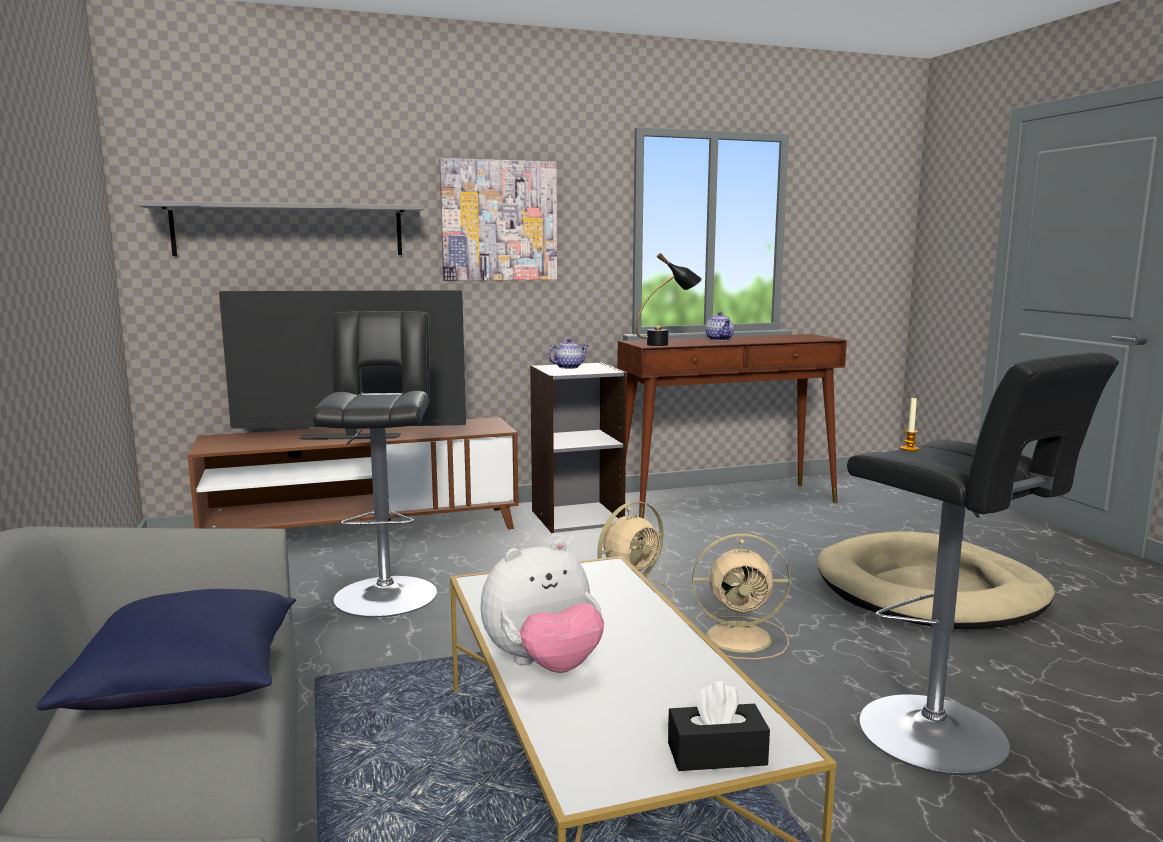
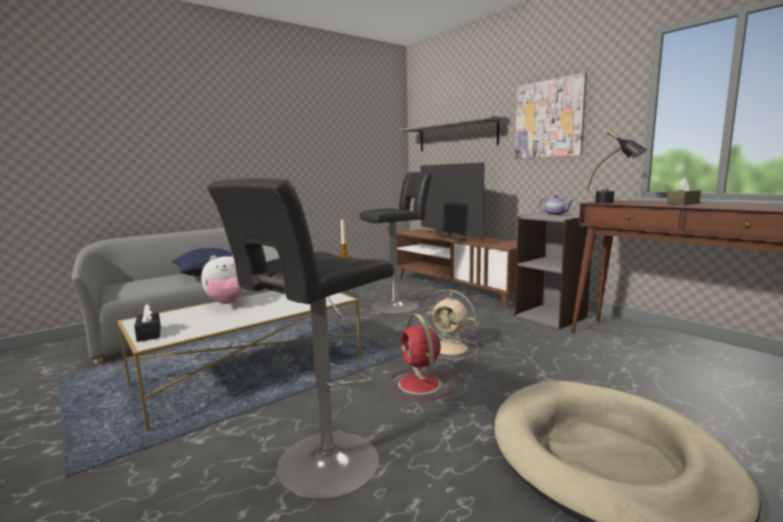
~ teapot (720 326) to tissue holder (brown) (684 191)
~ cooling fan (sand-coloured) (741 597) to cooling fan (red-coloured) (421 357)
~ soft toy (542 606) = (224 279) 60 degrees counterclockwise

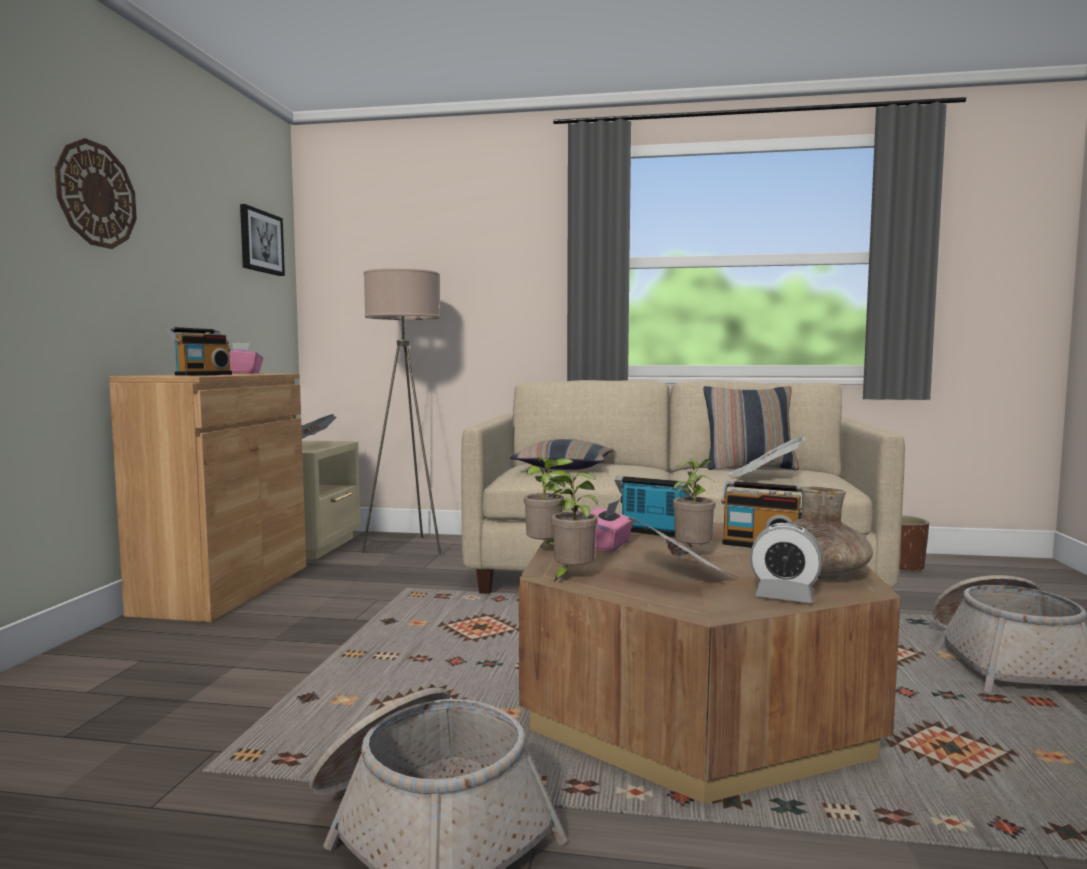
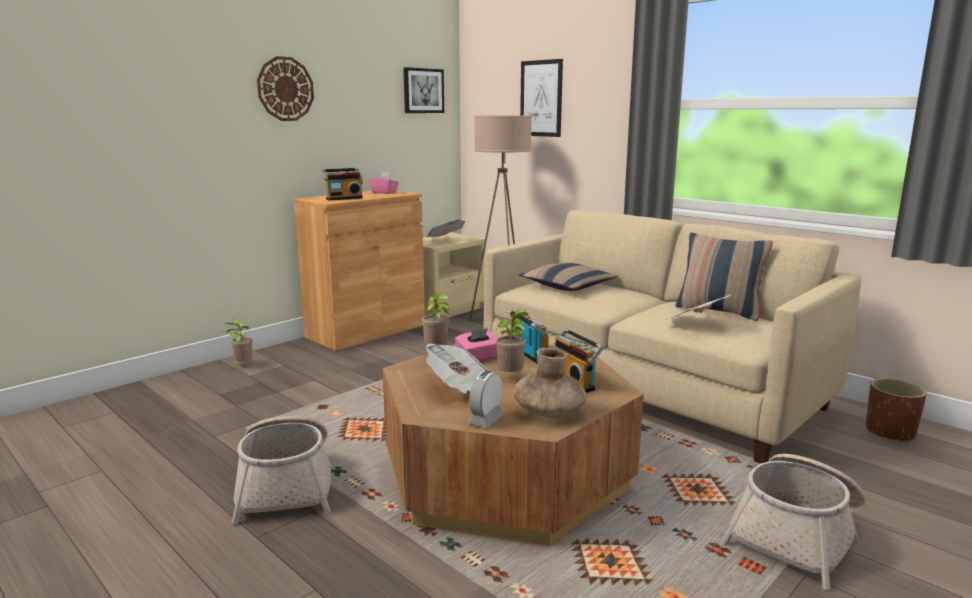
+ wall picture (541 98)
~ potted plant (573 527) to (239 342)
~ table clock (786 563) = (486 399) 60 degrees clockwise

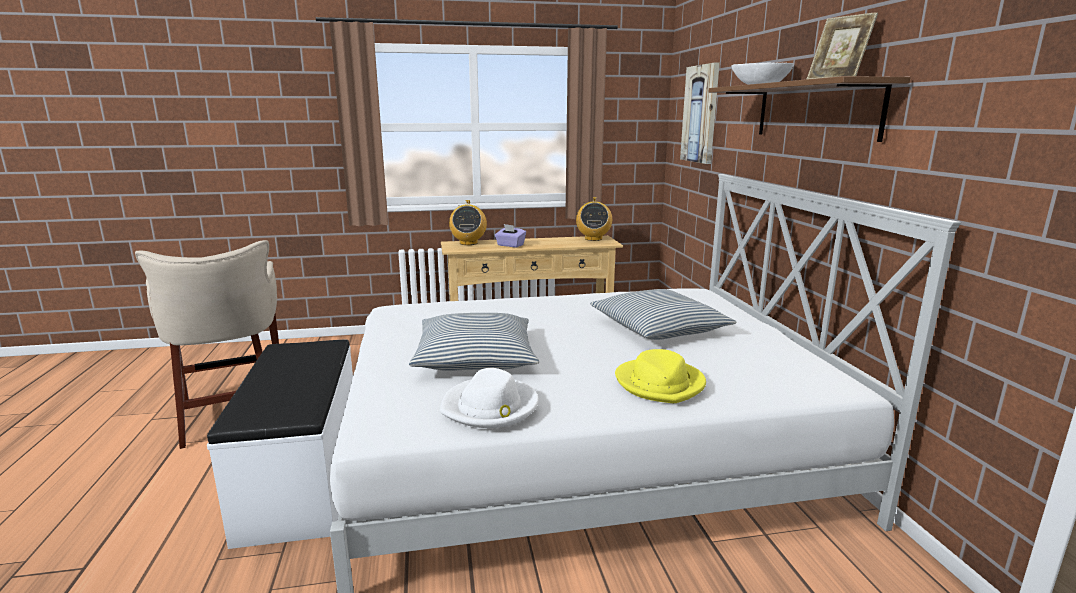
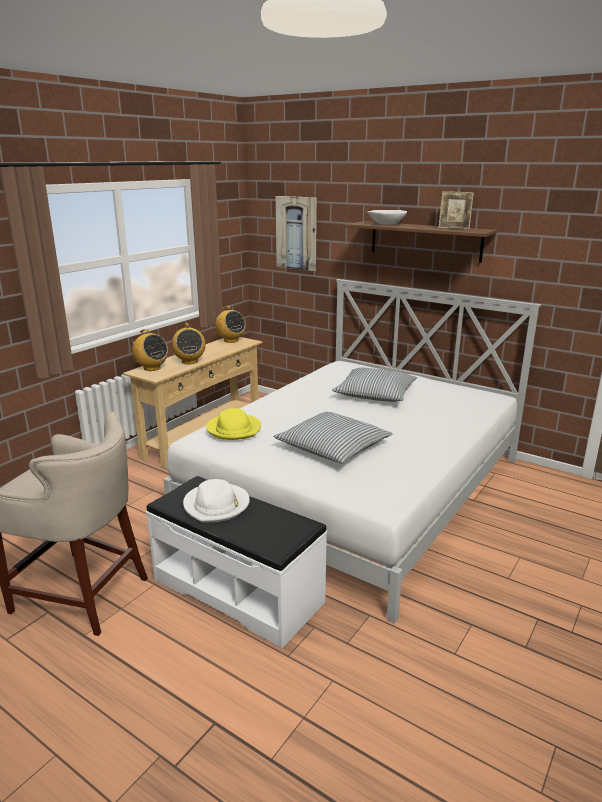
~ wearable hat (white-coloured) (489 398) to (216 501)
~ wearable hat (yellow-coloured) (660 376) to (233 424)
~ tissue holder (purplish) (510 235) to radio set (188 343)

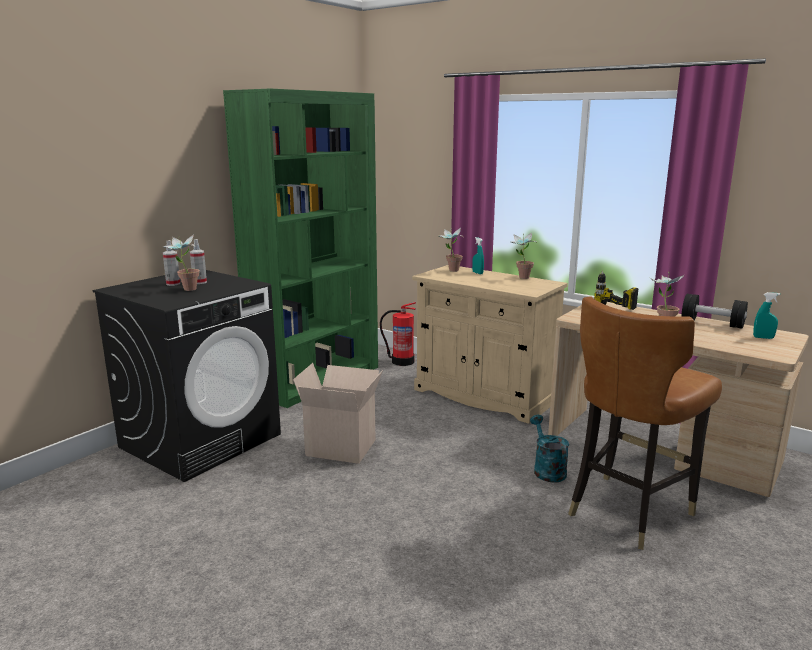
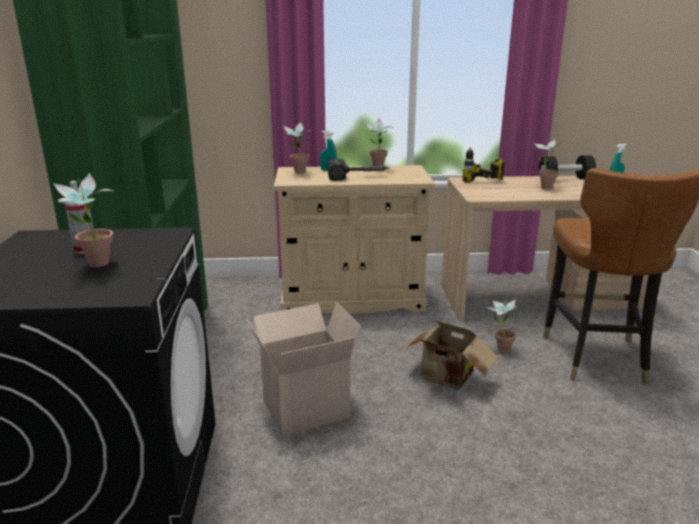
- hand sprayer (171 263)
- extinguisher (398 334)
+ tool hammer (358 170)
+ cardboard box (450 355)
~ watering can (turquoise-coloured) (549 449) to potted plant (501 326)

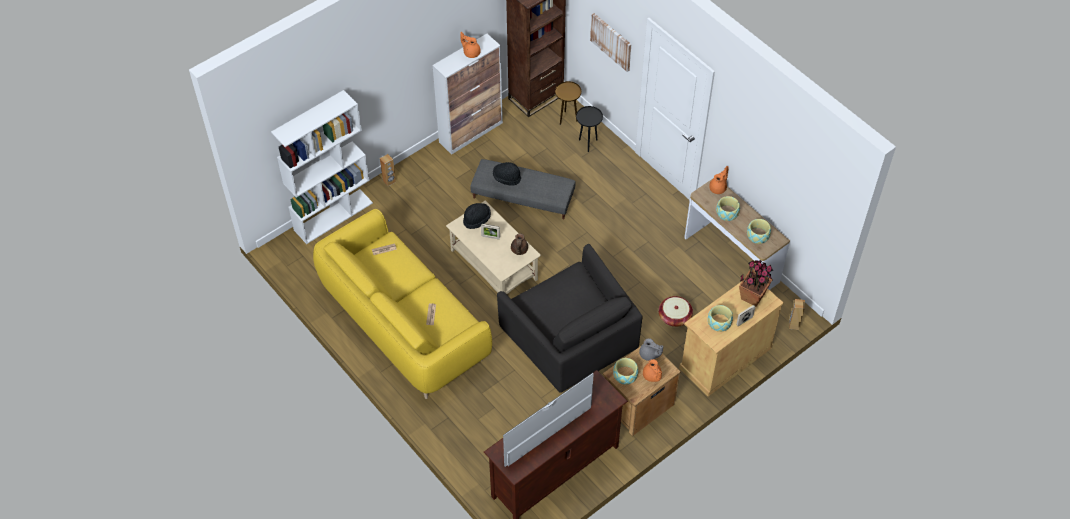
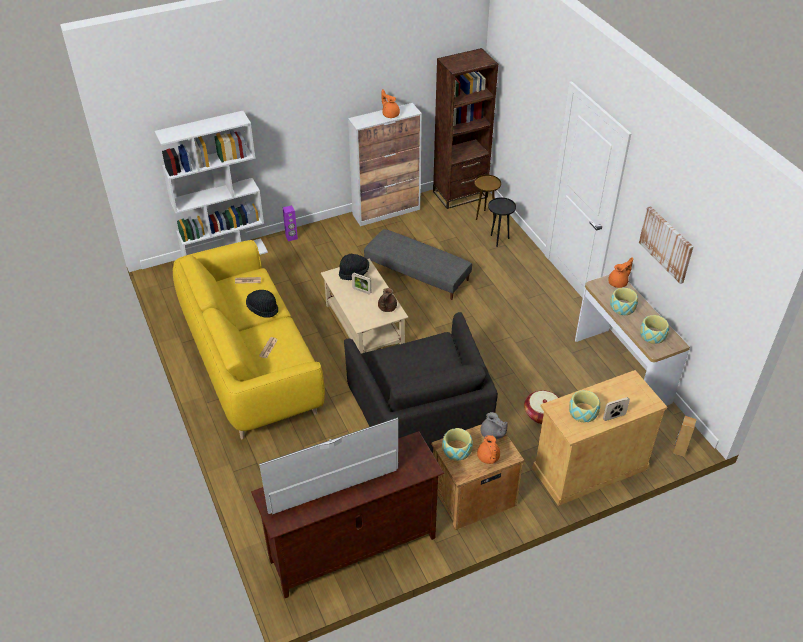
- potted plant (756 283)
~ wearable hat (blackish) (507 174) to (262 304)
~ wall picture (610 42) to (666 245)
~ speaker (brown) (388 170) to speaker (purplish) (290 223)

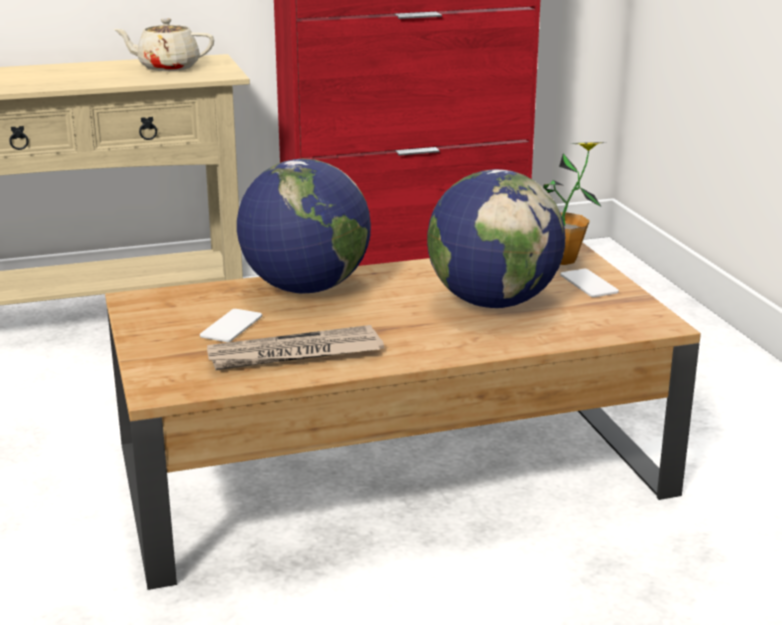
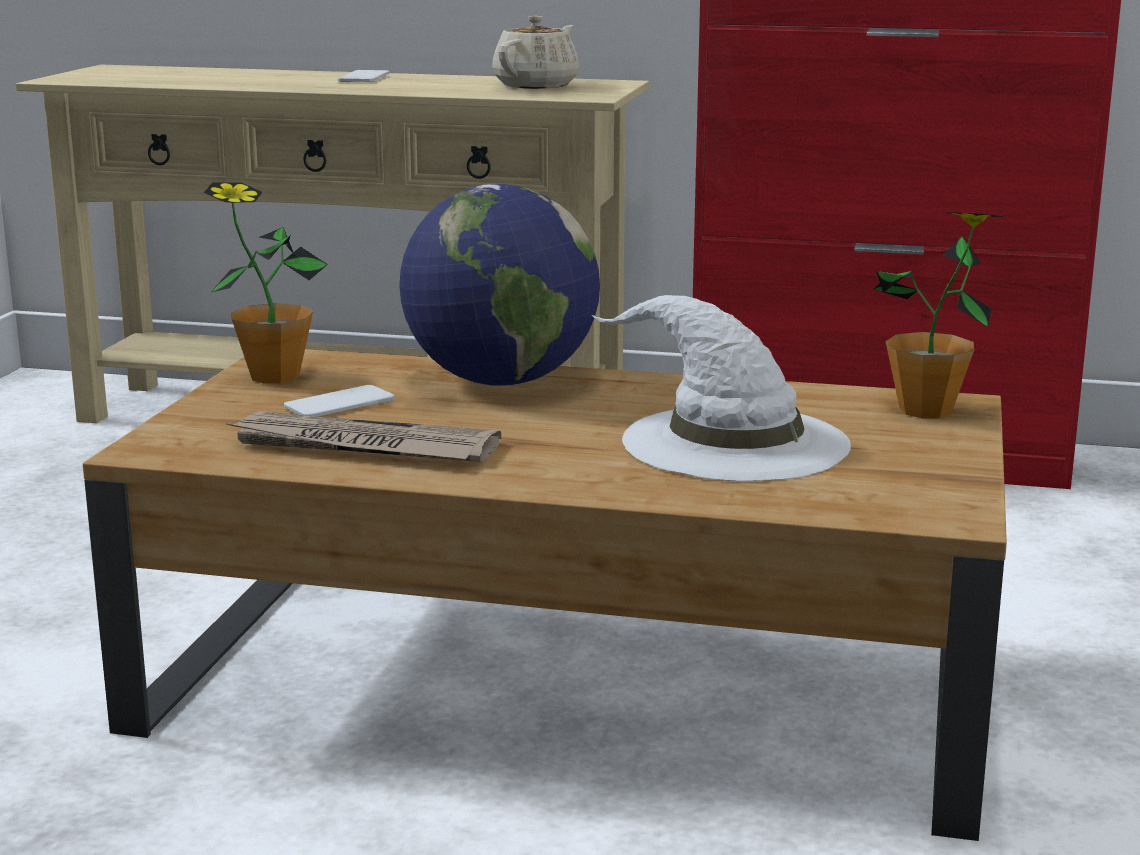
+ potted plant (266 283)
~ handset (589 283) to (363 76)
~ world globe (496 238) to wearable hat (white-coloured) (721 388)
~ teapot (sand-coloured) (163 44) = (535 52) 90 degrees clockwise

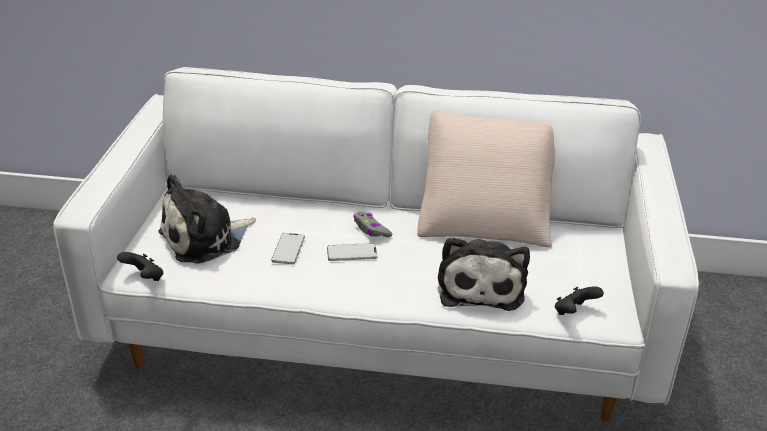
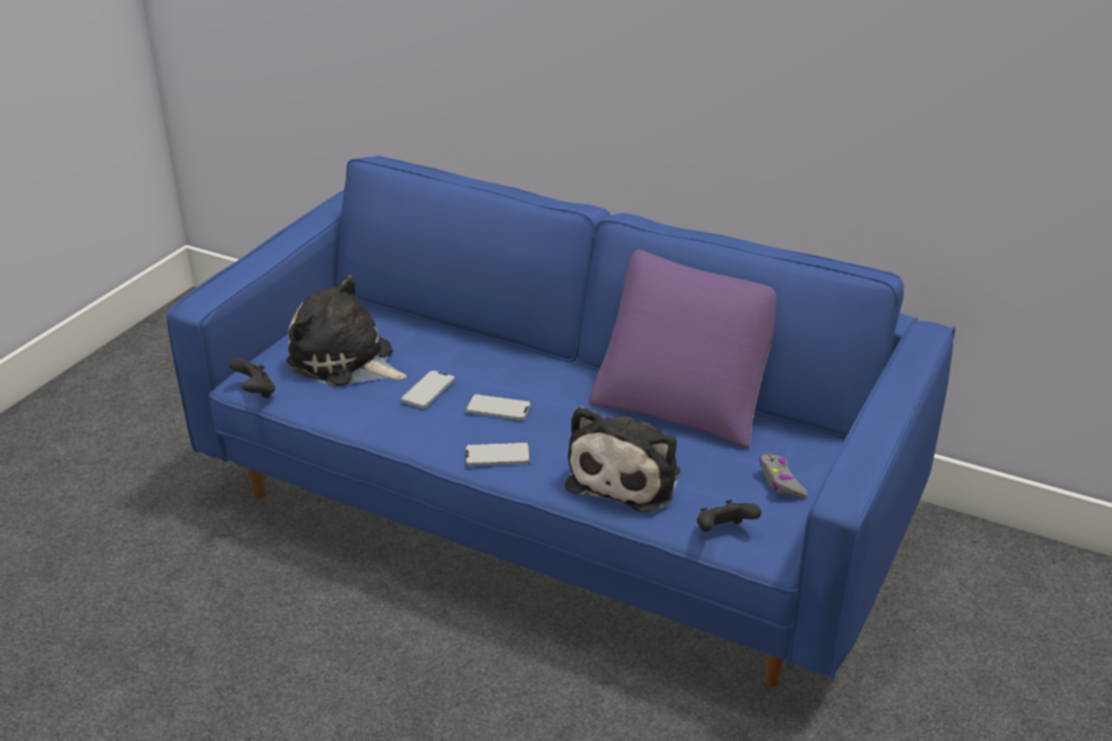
+ handset (498 454)
~ game controller (greyish) (372 224) to (783 476)
~ settee (white-coloured) (376 244) to settee (blue-coloured) (560 421)
~ cushion (sand-coloured) (486 179) to cushion (purplish) (682 349)
~ soft toy (207 219) = (346 330) 45 degrees clockwise

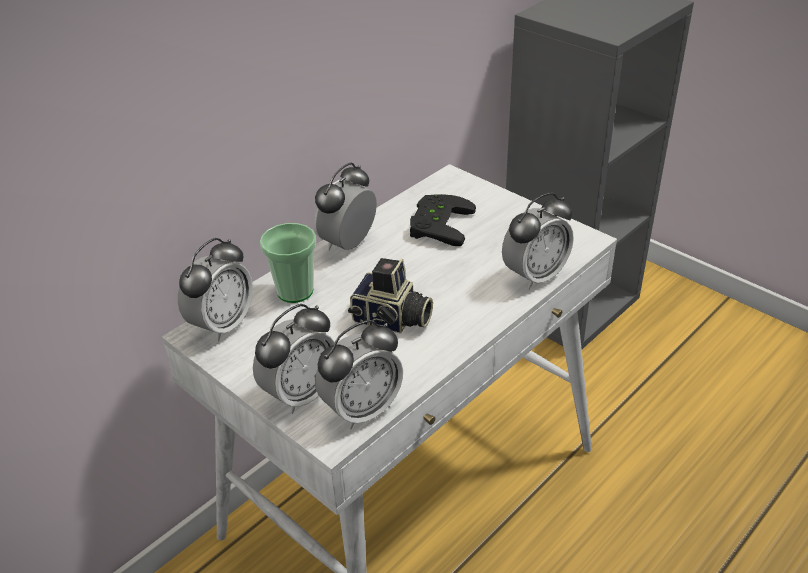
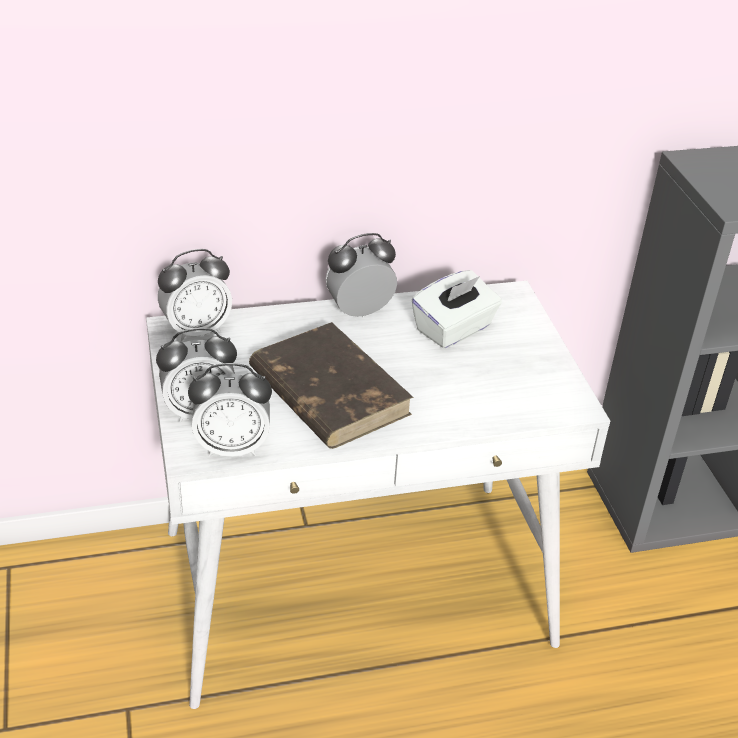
- drinking cup (288 263)
- table clock (538 241)
~ photo camera (390 295) to volume (brown) (331 385)
~ game controller (blackish) (443 220) to tissue holder (white-coloured) (457 309)

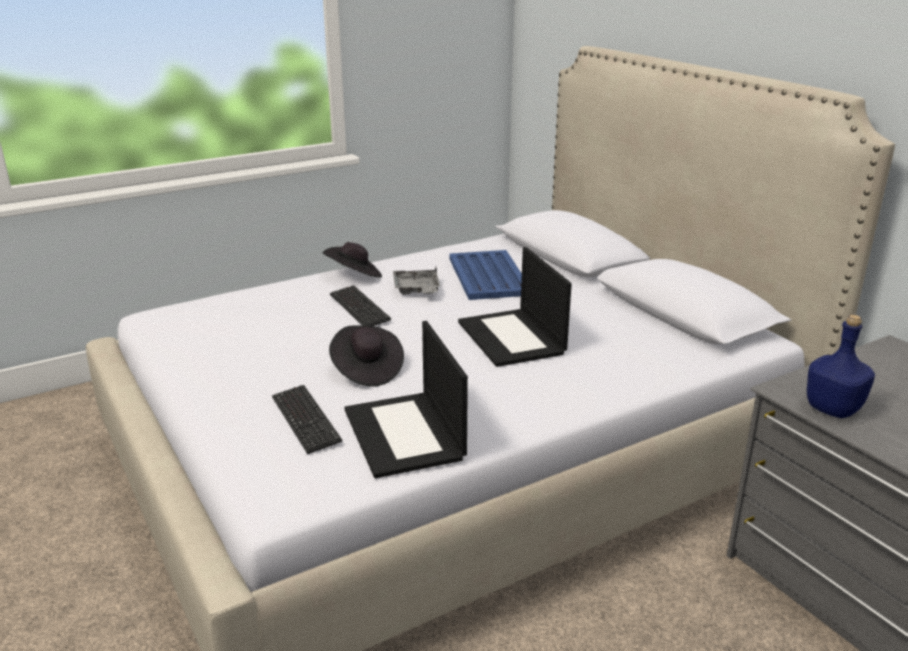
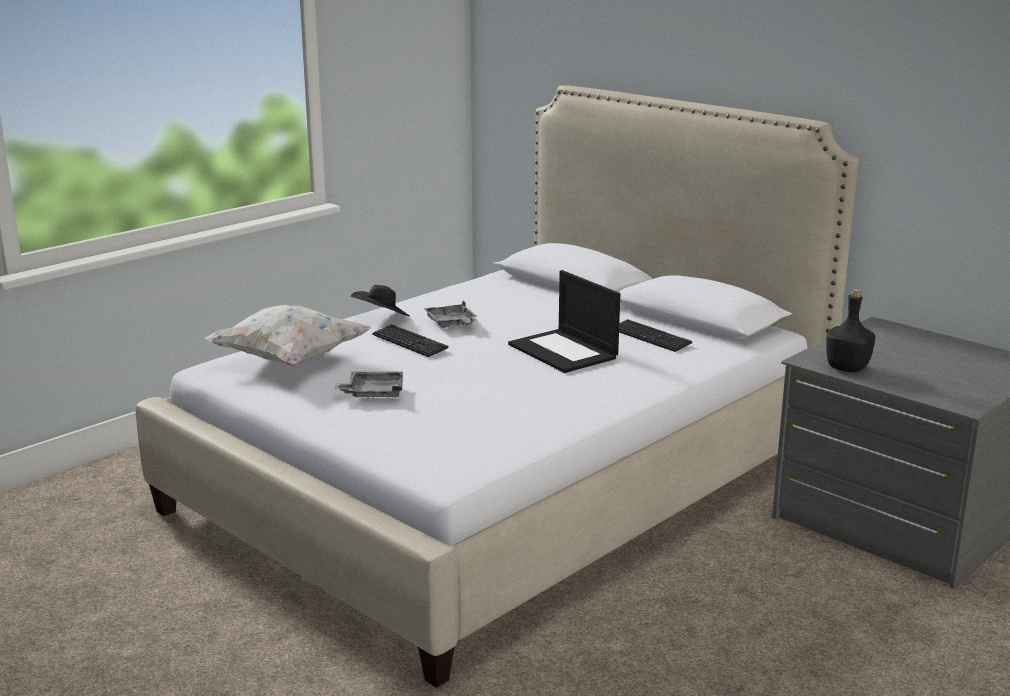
- wearable hat (blackish) (366 356)
- laptop (406 399)
- tray (blue-coloured) (485 275)
+ cushion (white-coloured) (288 336)
+ tray (greyish) (368 384)
~ PC keyboard (307 419) to (656 335)
~ beverage bottle (blue-coloured) (841 366) to beverage bottle (blackish) (851 330)

